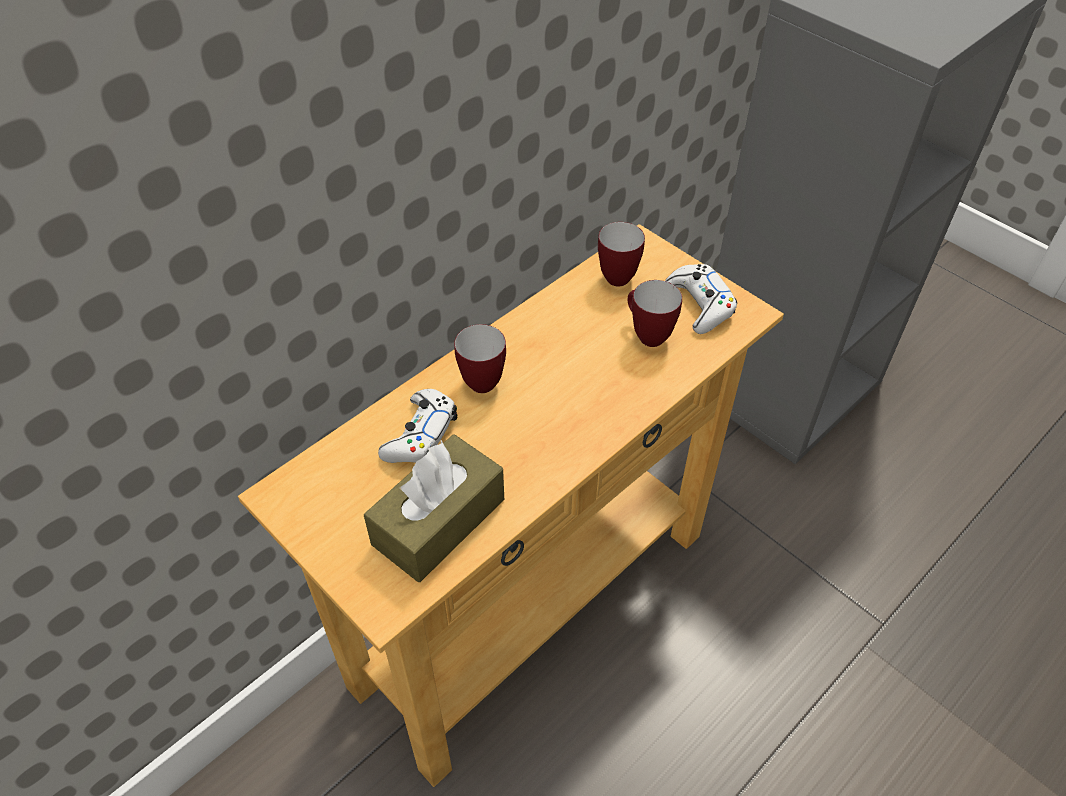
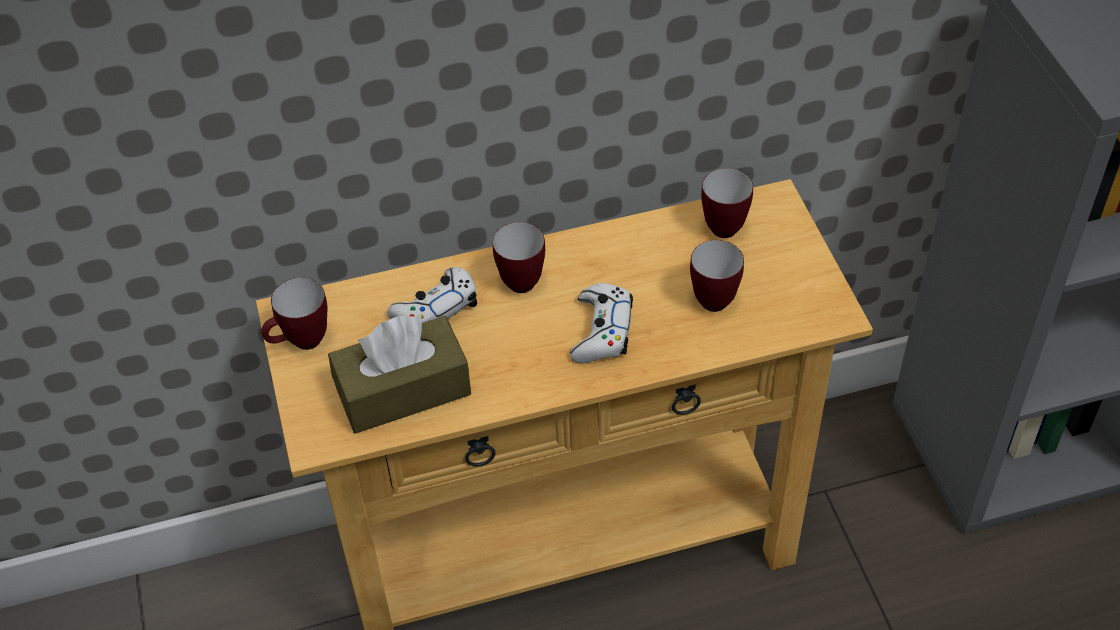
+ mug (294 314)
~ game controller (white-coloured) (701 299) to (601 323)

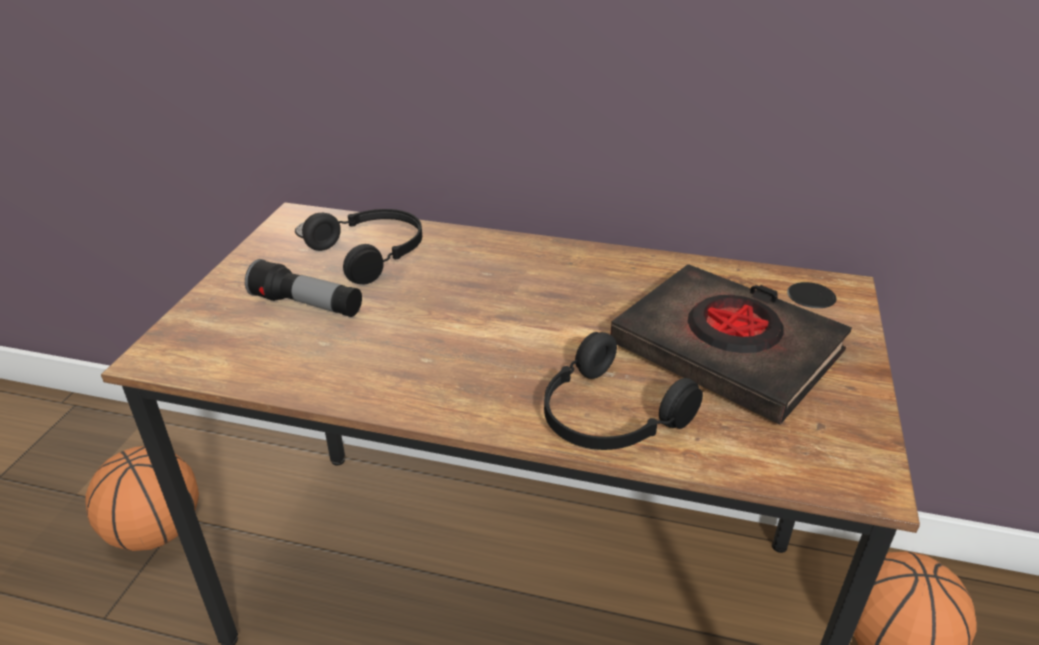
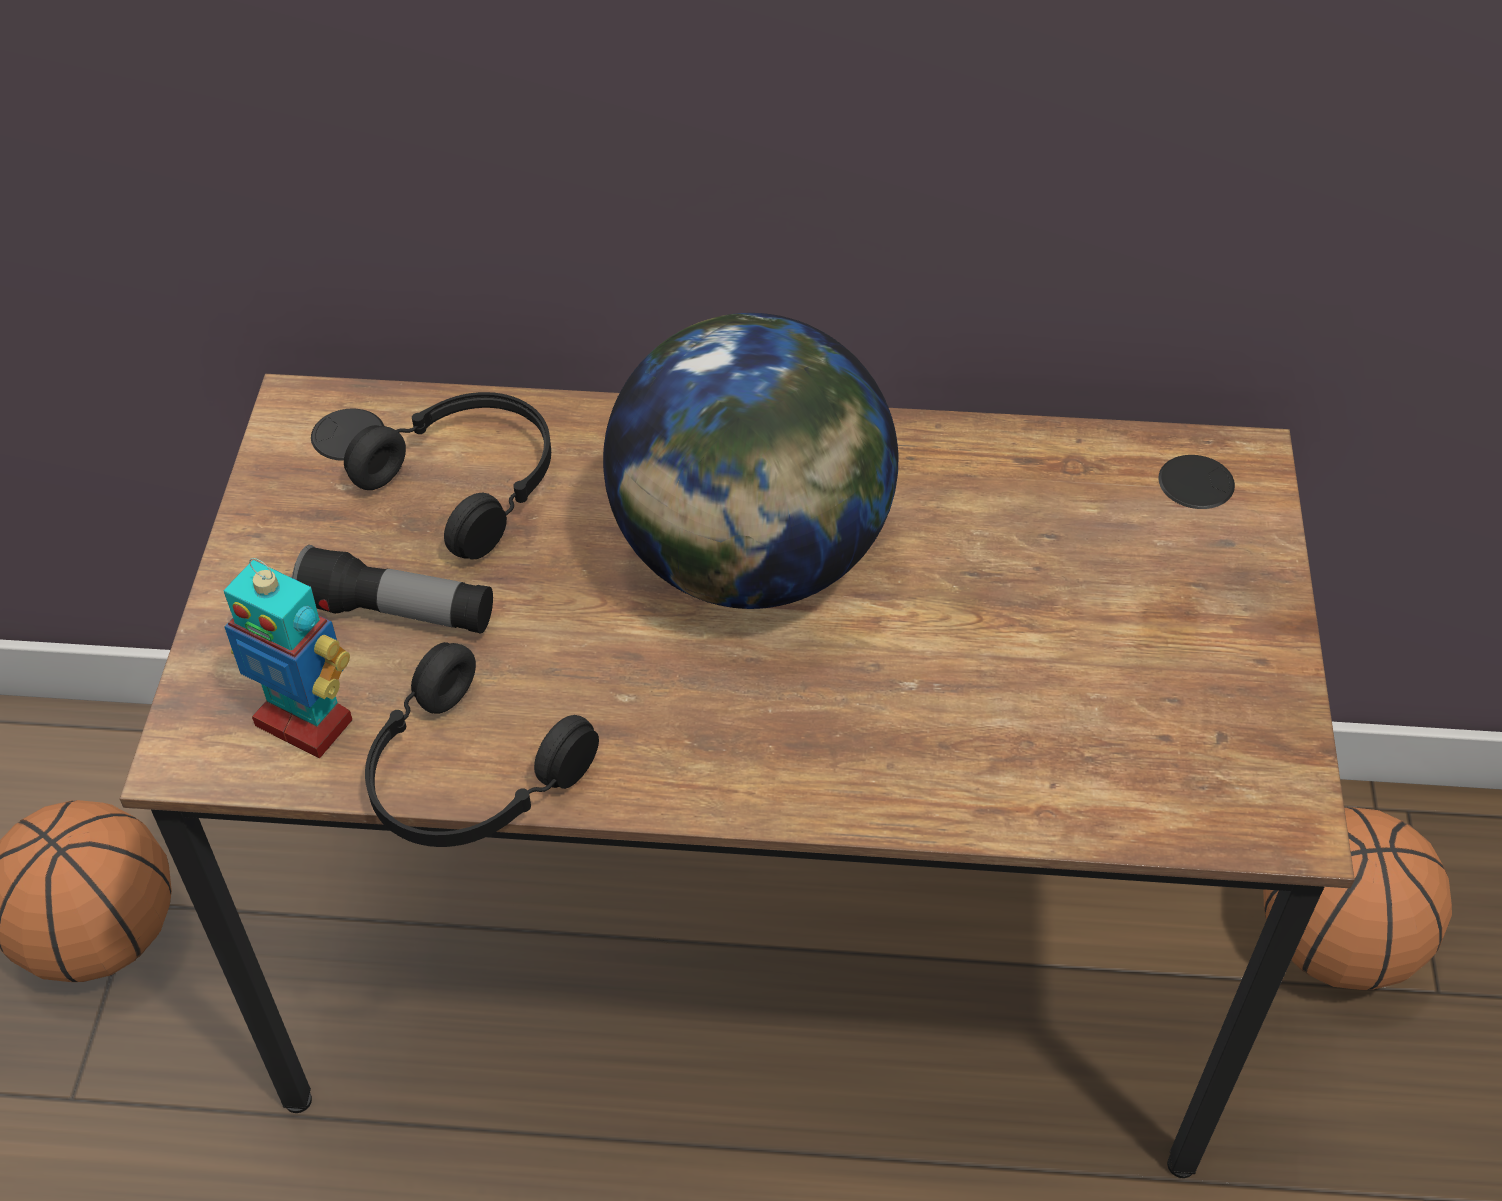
- volume (blackish) (731 344)
+ toy robot (288 658)
+ world globe (750 461)
~ headset (blackish) (623 391) to (482 744)

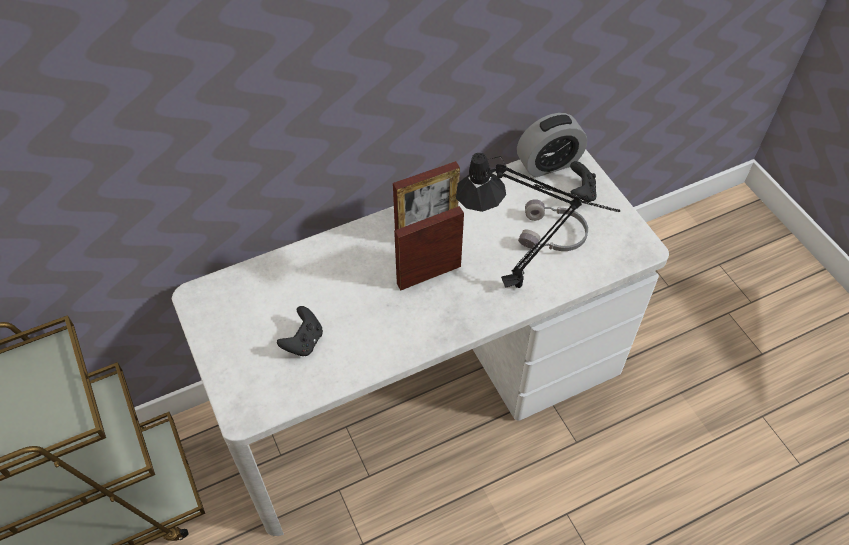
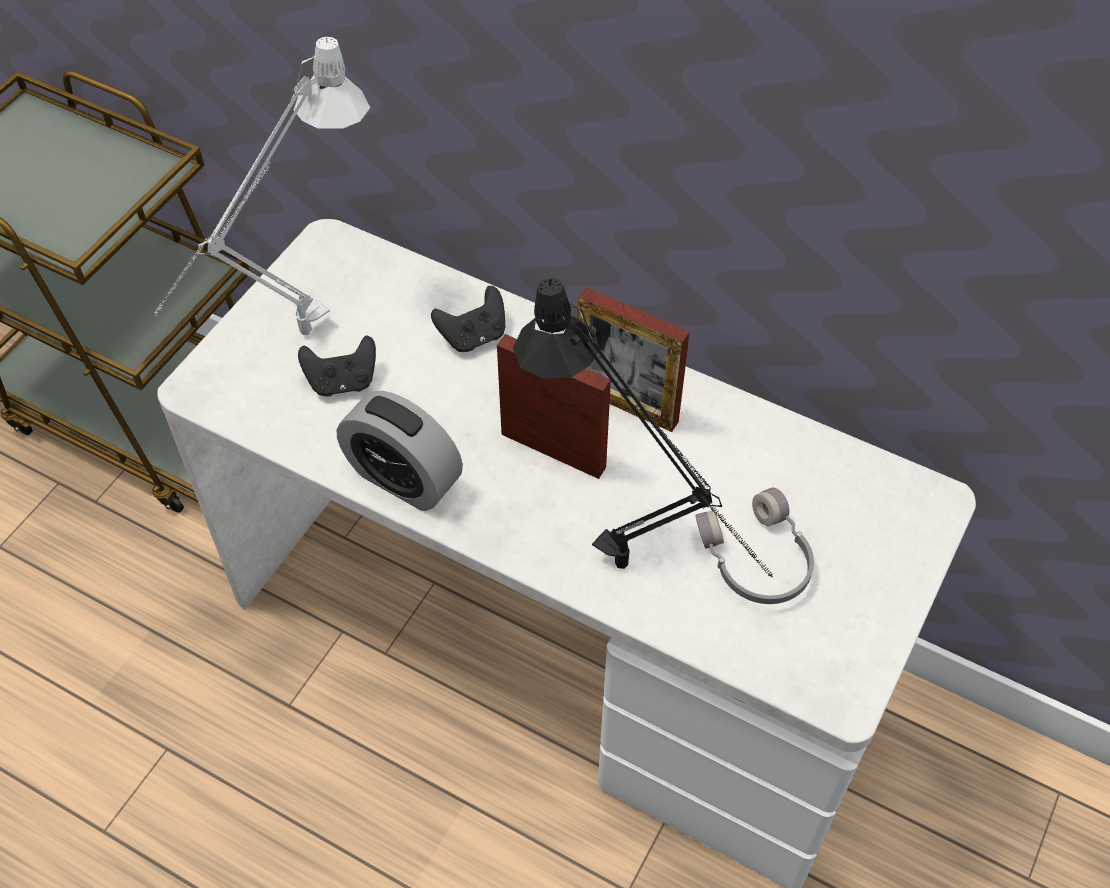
+ table lamp (greyish) (262 186)
~ table clock (552 145) to (400 451)
~ game controller (blackish) (583 181) to (468 319)

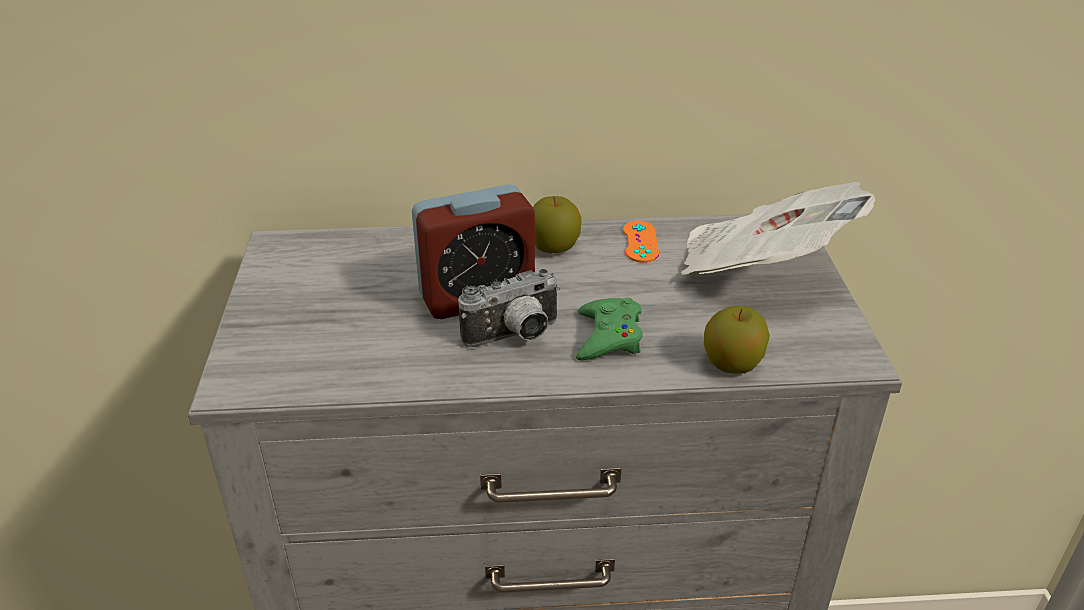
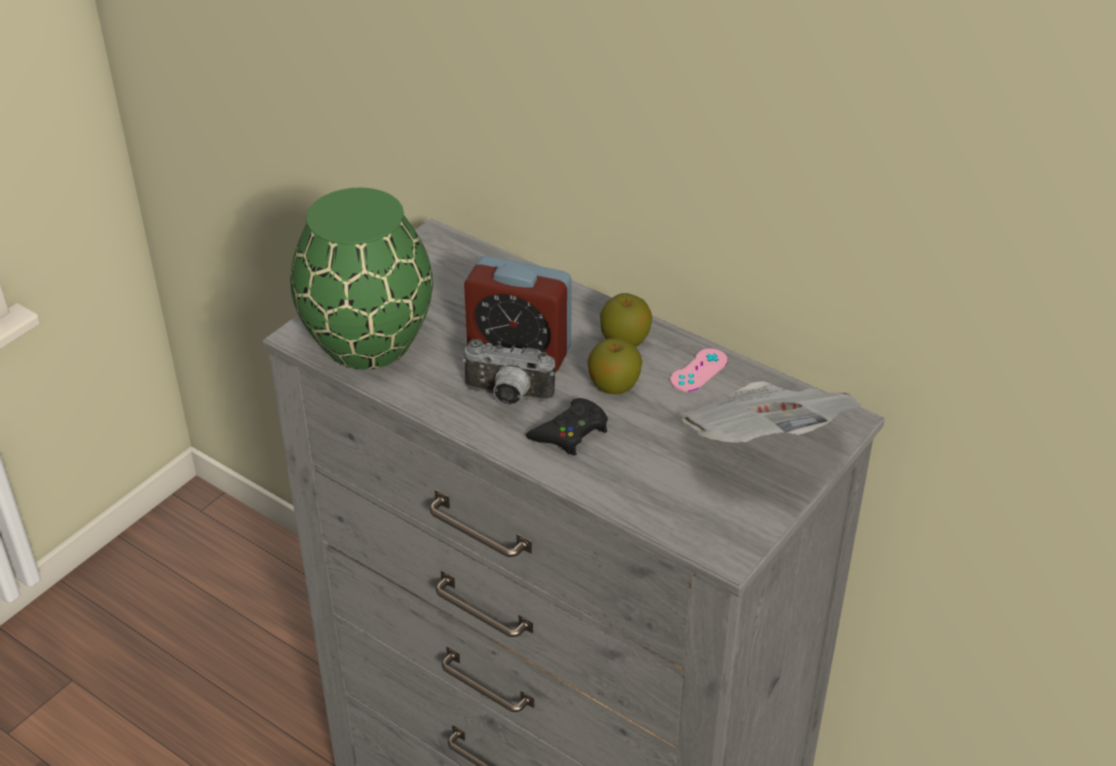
+ vase (green) (361 278)
~ whole apple (737 340) to (615 366)
~ game controller (green) (609 329) to game controller (blackish) (567 427)
~ game controller (orangey) (641 242) to game controller (pink) (699 370)

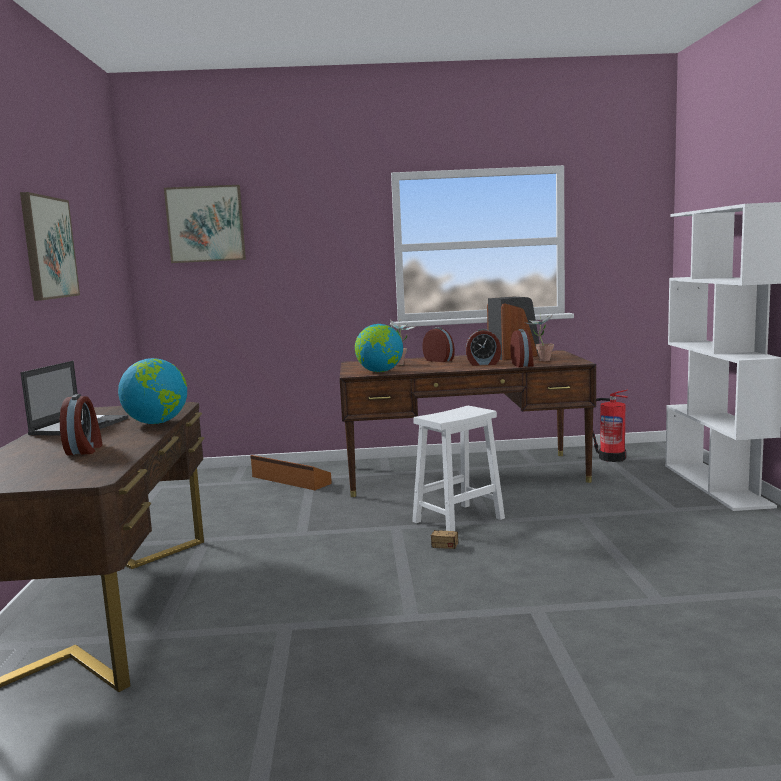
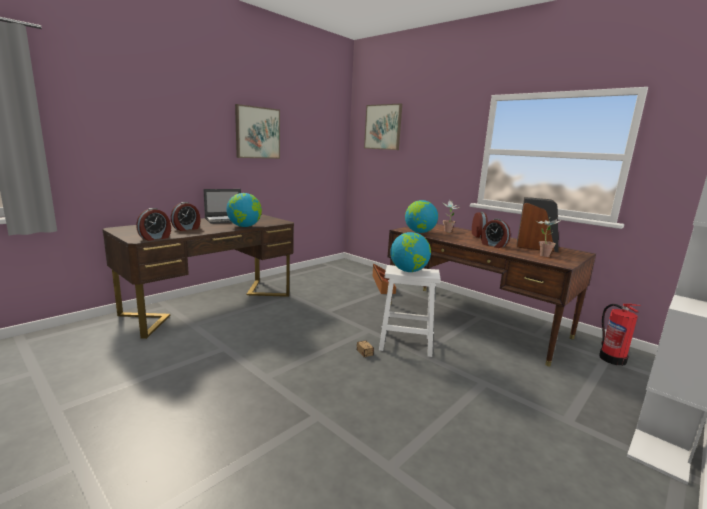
+ world globe (410 252)
~ table clock (522 348) to (153 224)

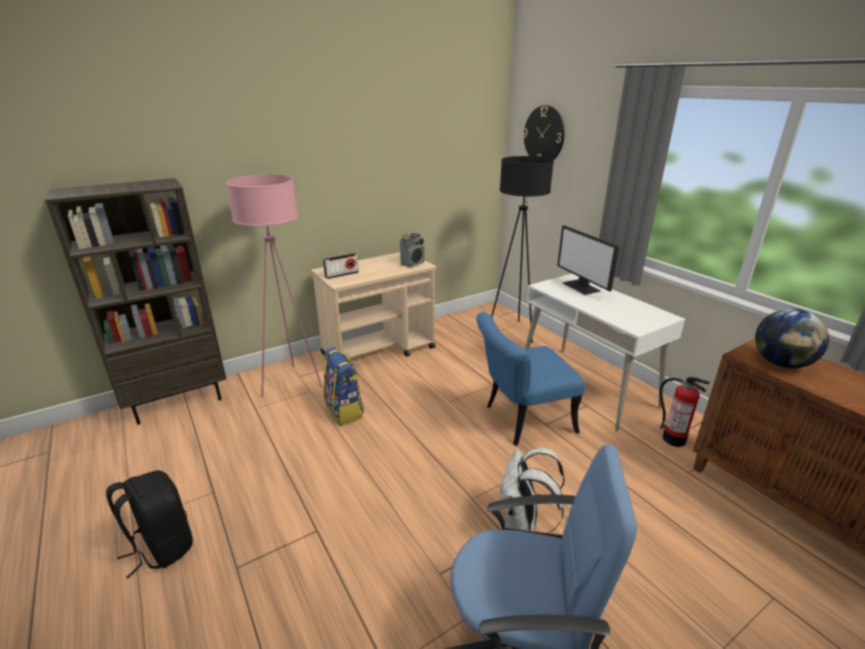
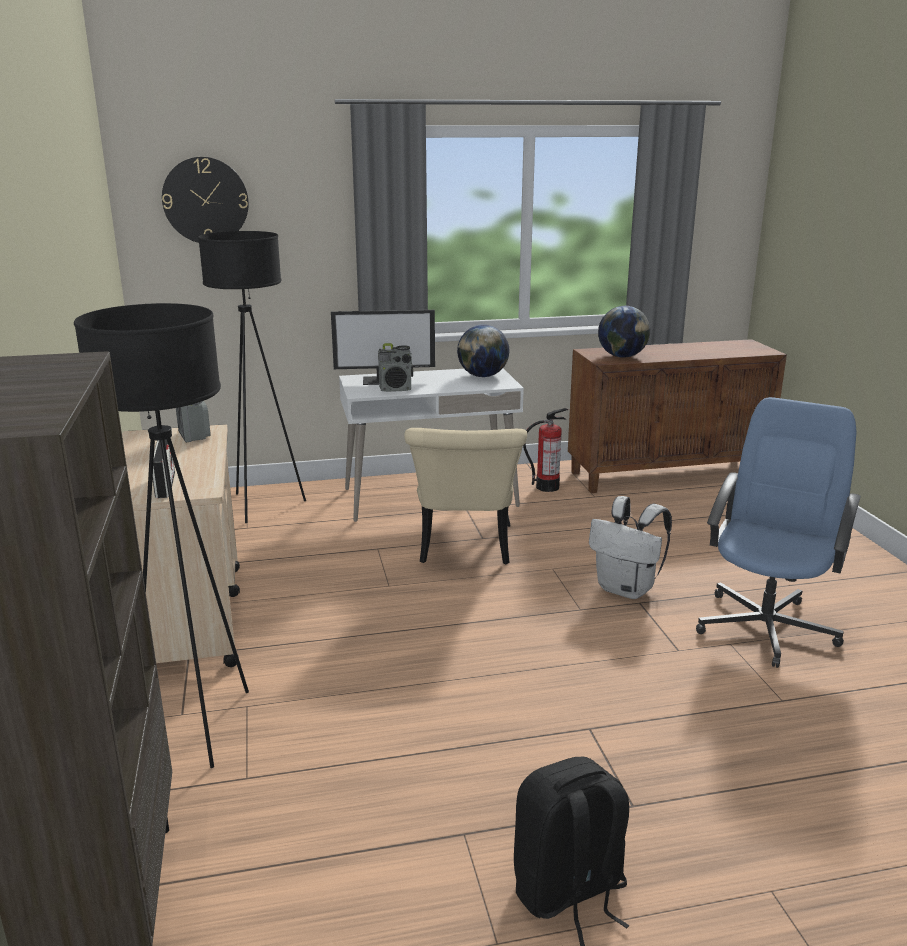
- rucksack (343 387)
+ radio set (395 367)
+ world globe (483 350)
~ floor lamp (pink) (274 285) to floor lamp (blackish) (161 535)
~ chair (blue-coloured) (530 379) to chair (sand-coloured) (465 496)

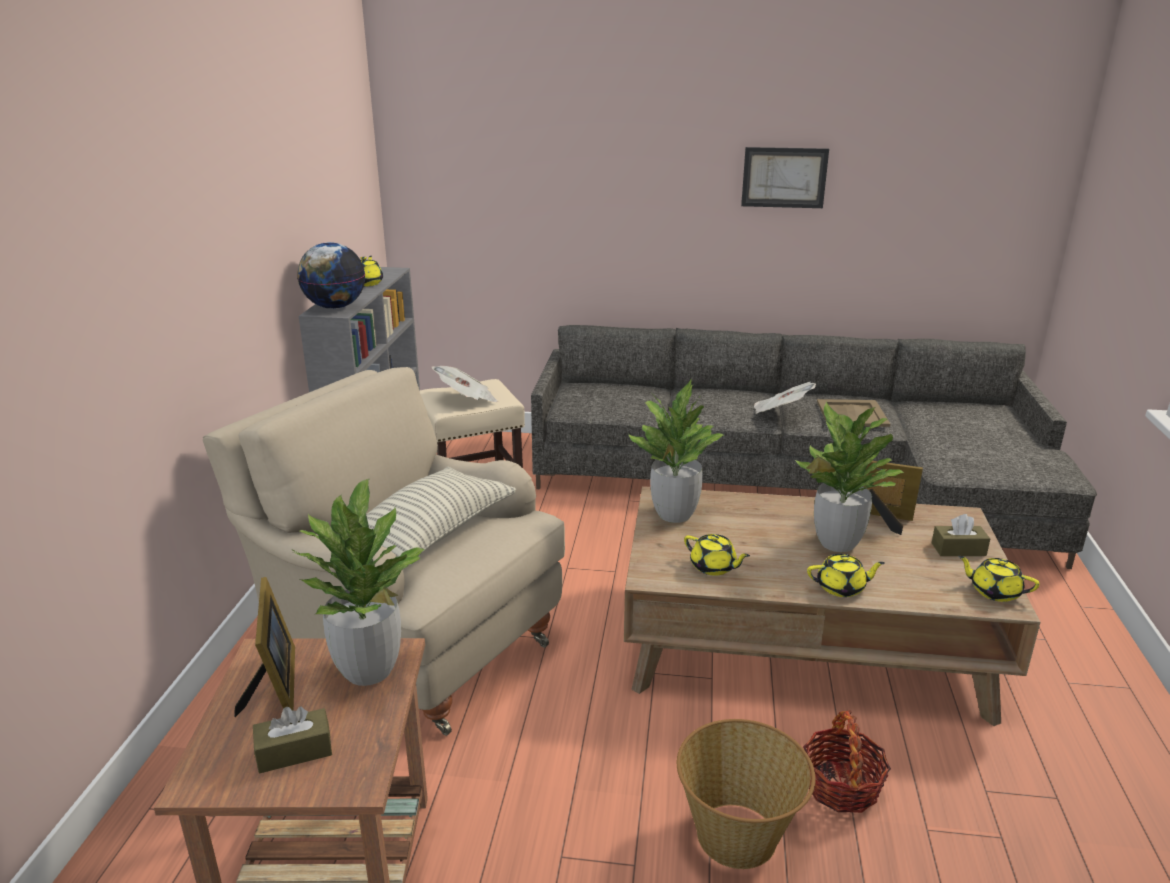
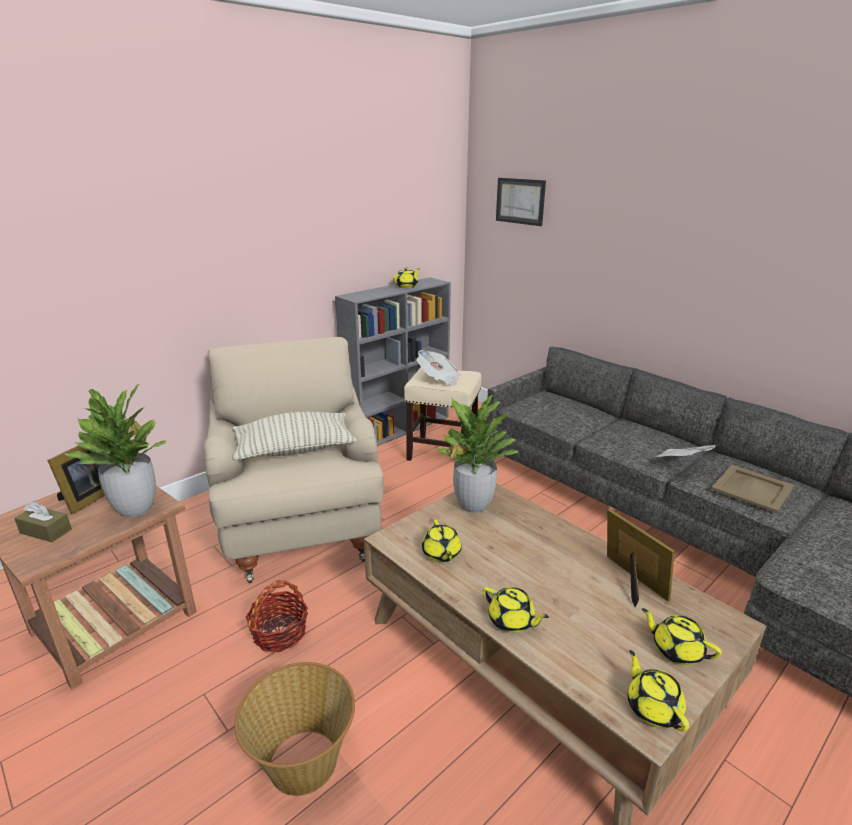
- world globe (331 275)
- potted plant (849 477)
~ wall picture (785 177) to (521 202)
~ storage basket (847 761) to (277 616)
~ tissue holder (brown) (961 535) to teapot (yellow-coloured) (682 636)

